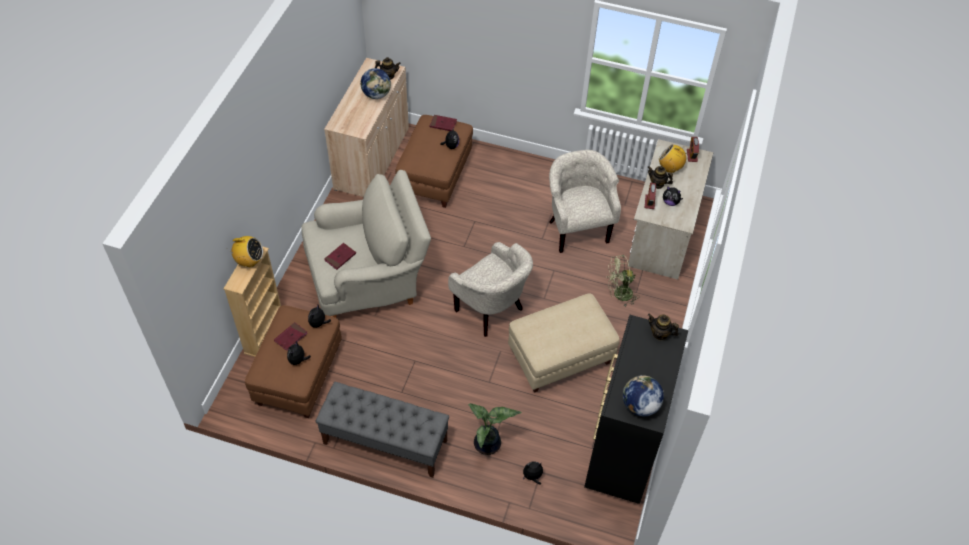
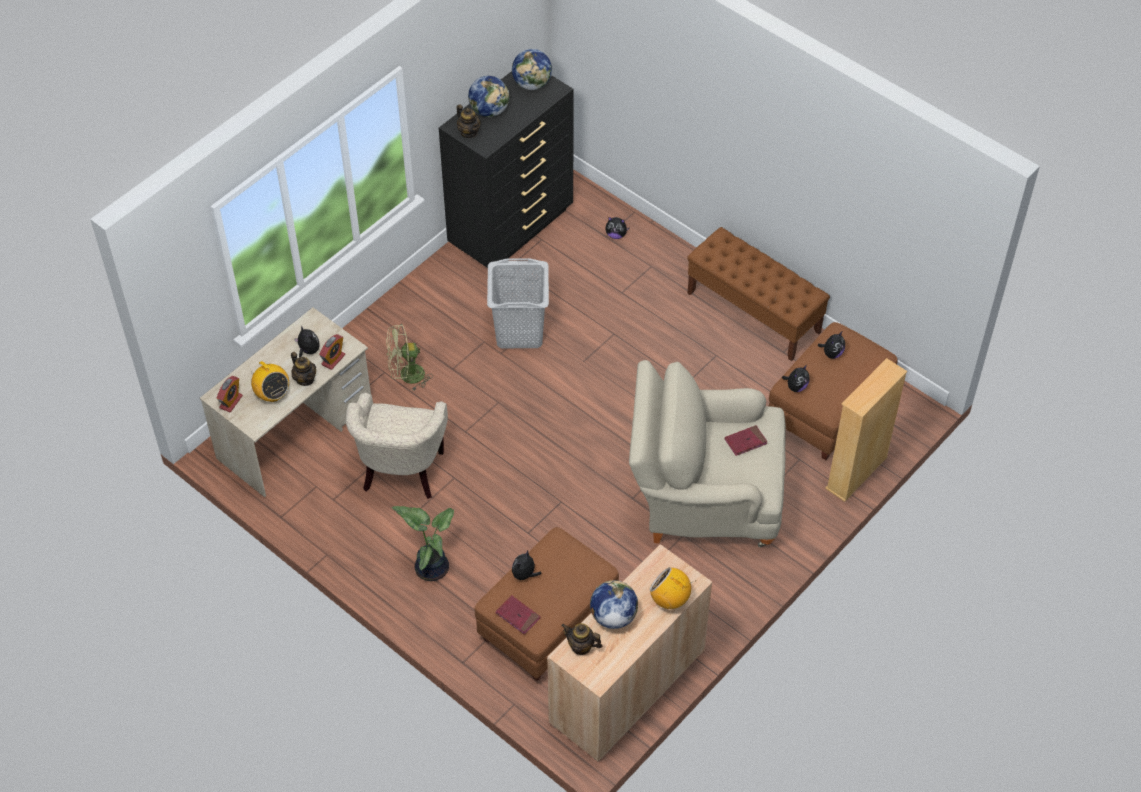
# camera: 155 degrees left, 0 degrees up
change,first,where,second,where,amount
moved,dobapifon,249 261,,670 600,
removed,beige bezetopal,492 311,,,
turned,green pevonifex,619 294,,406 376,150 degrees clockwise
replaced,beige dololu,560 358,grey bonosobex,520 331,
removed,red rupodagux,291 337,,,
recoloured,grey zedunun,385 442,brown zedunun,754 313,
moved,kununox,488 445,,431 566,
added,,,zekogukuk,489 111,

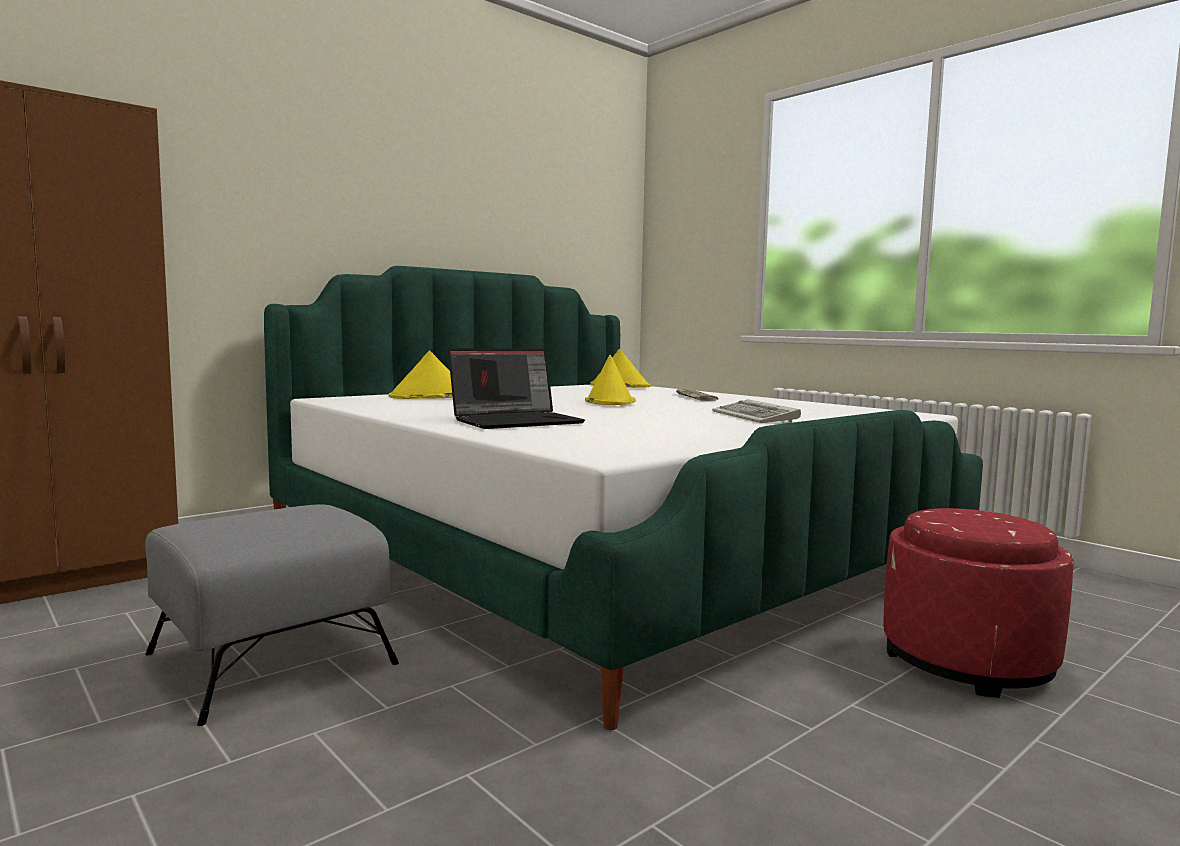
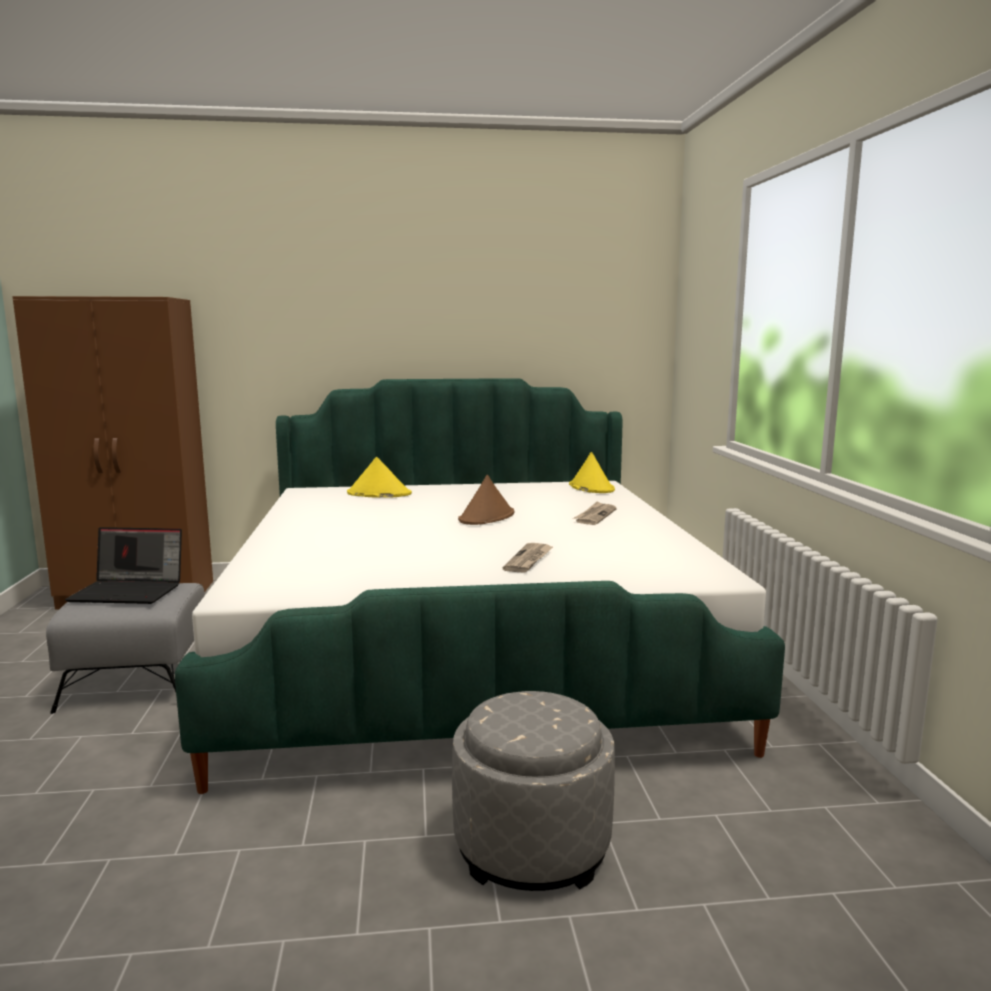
# camera: 35 degrees right, 5 degrees up
change,first,where,second,where,amount
moved,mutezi,517 421,,130 591,
recoloured,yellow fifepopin,609 402,brown fifepopin,487 517,
replaced,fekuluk,756 417,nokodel,529 560,
recoloured,red dololu,967 661,grey dololu,531 846,

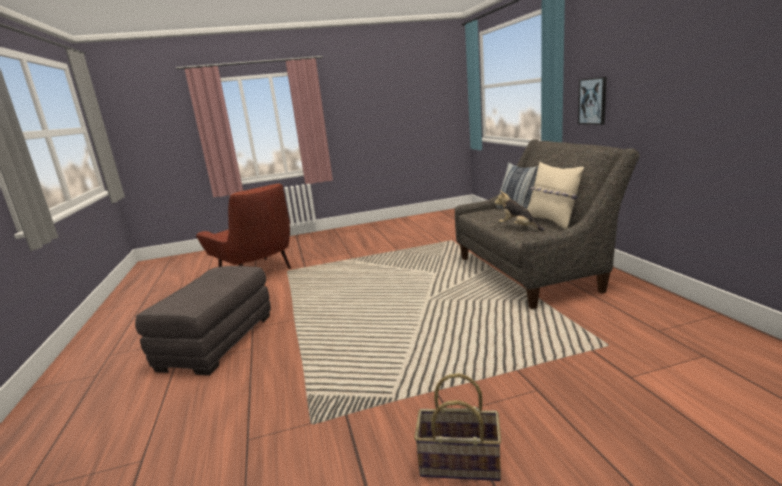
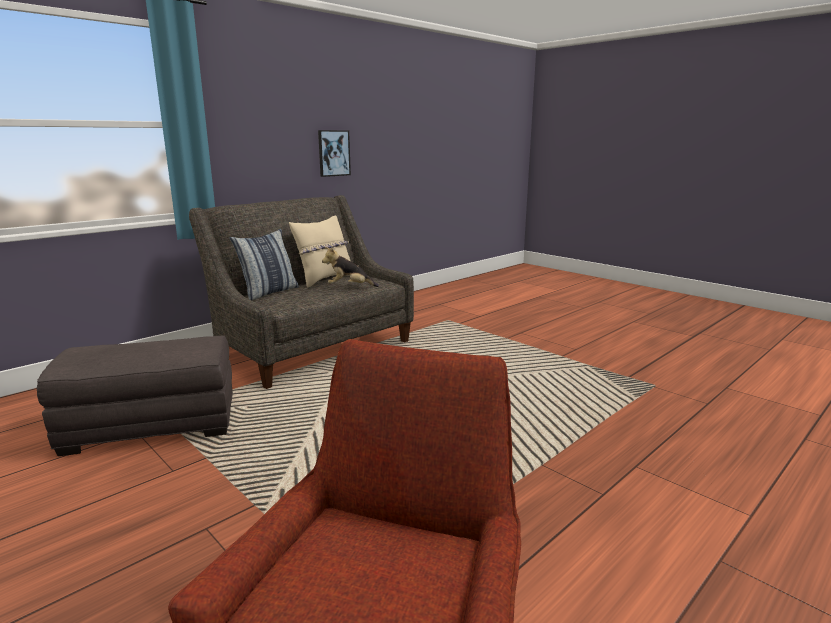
# camera: 120 degrees left, 0 degrees up
change,first,where,second,where,amount
moved,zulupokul,593 101,,333 153,
turned,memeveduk,518 228,,349 287,75 degrees clockwise
moved,grey dololu,218 342,,153 425,
removed,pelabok,459 463,,,

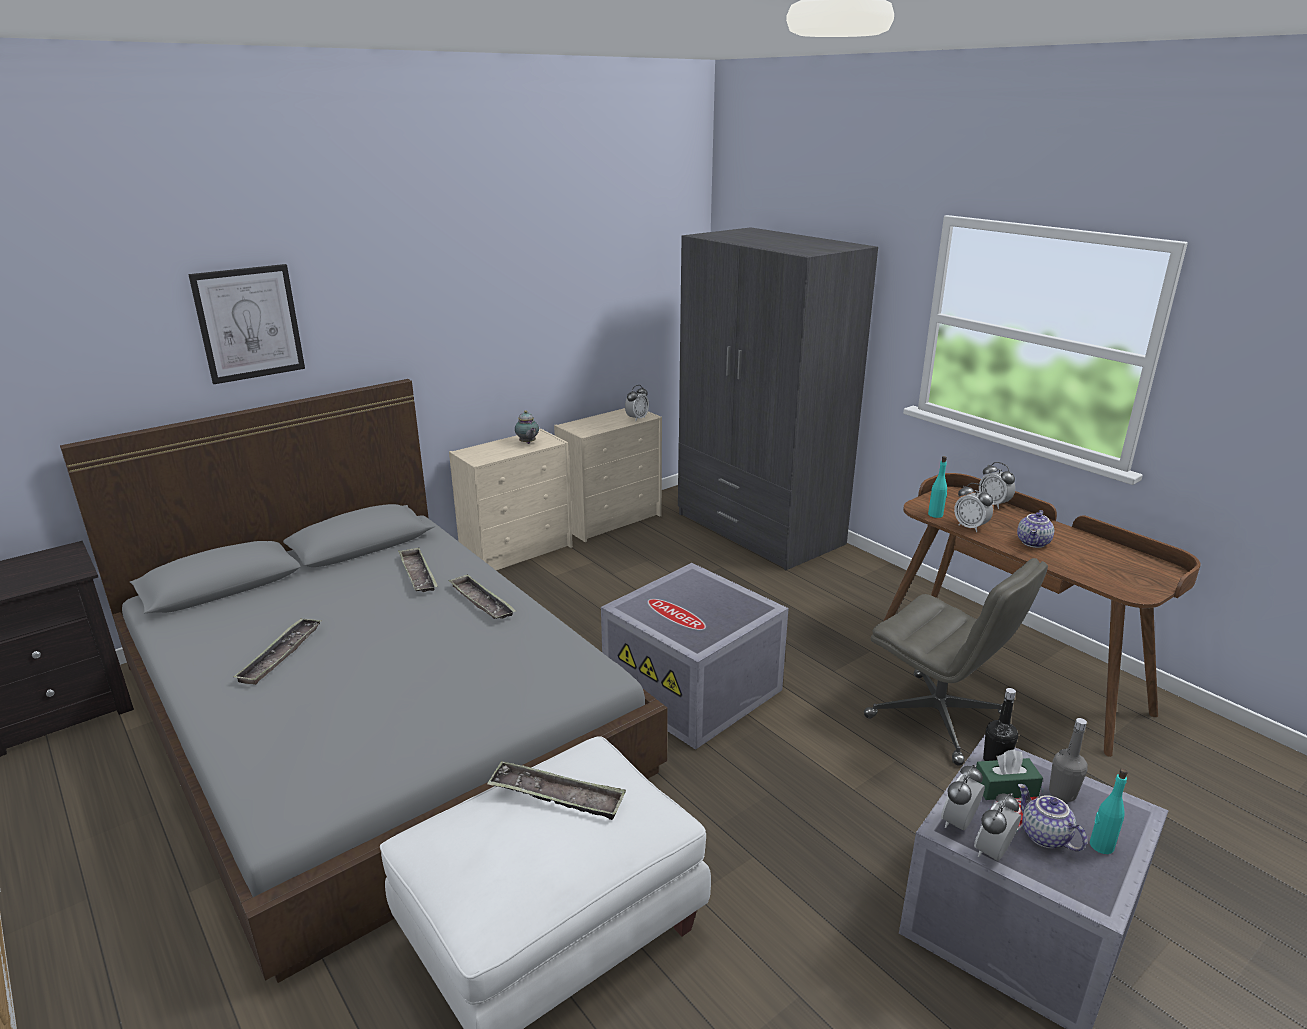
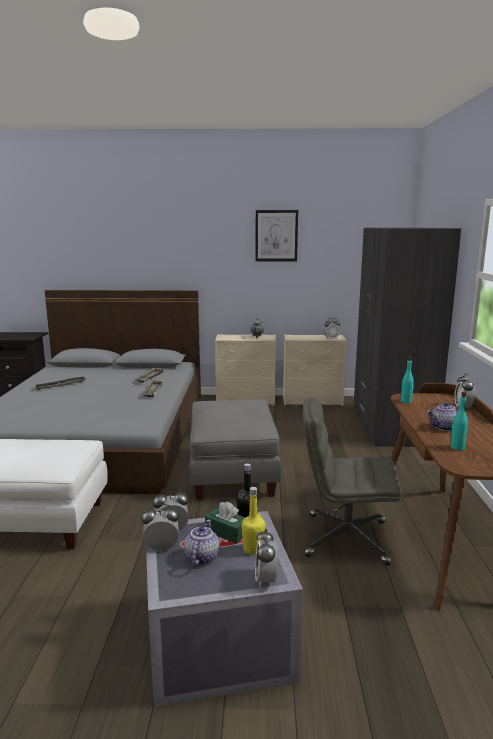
# camera: 40 degrees right, 10 degrees down
change,first,where,second,where,amount
moved,zulupokul,249 323,,276 236,
moved,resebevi,970 527,,265 580,
turned,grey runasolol,938 718,,345 538,105 degrees clockwise
replaced,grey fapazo,695 689,grey dololu,233 473,
recoloured,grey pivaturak,1062 793,yellow pivaturak,253 549,
removed,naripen,556 796,,,
moved,turquoise pivaturak,1101 845,,457 447,

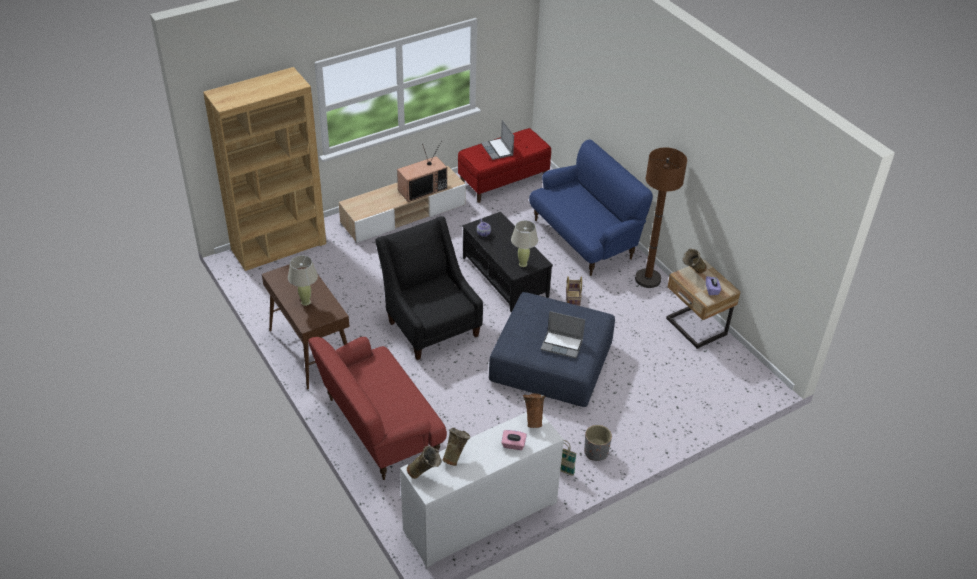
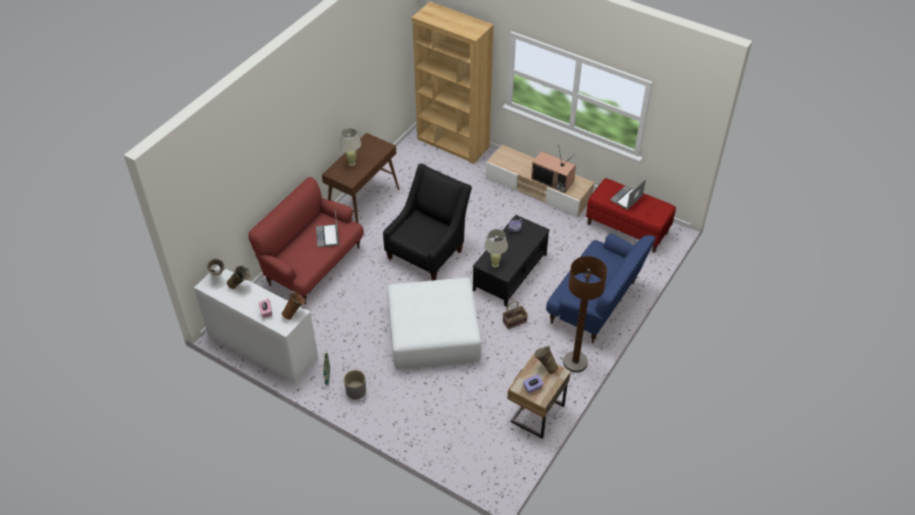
# camera: 65 degrees right, 5 degrees up
change,first,where,second,where,amount
recoloured,blue dololu,552 362,white dololu,434 333,
moved,mutezi,562 345,,328 236,

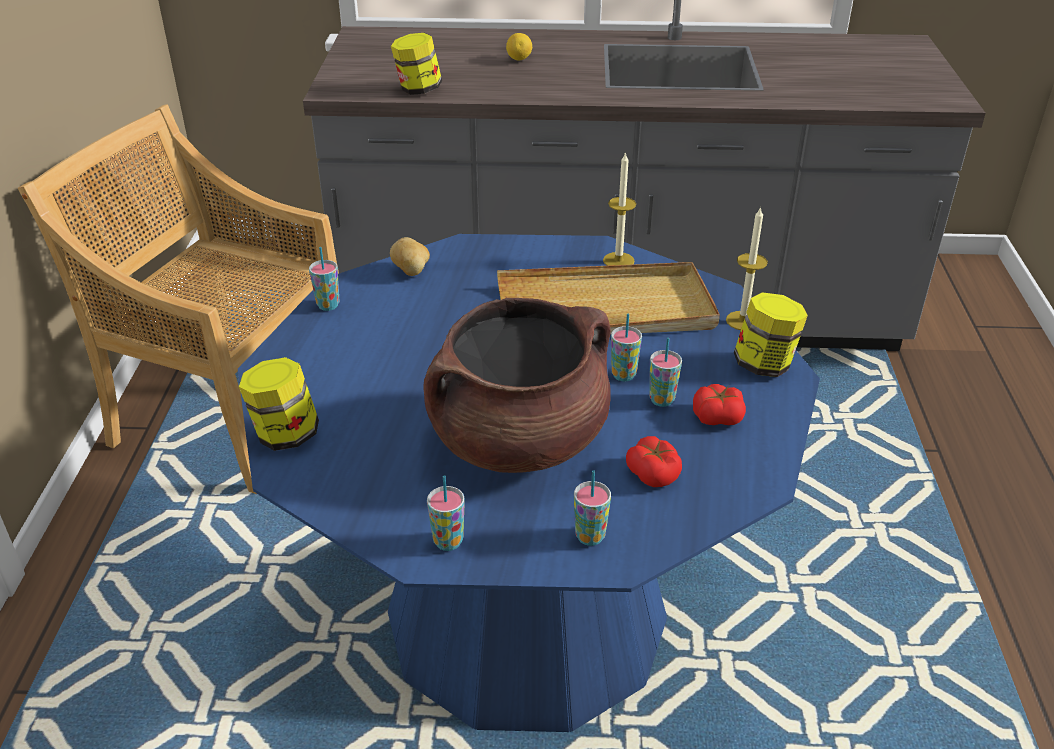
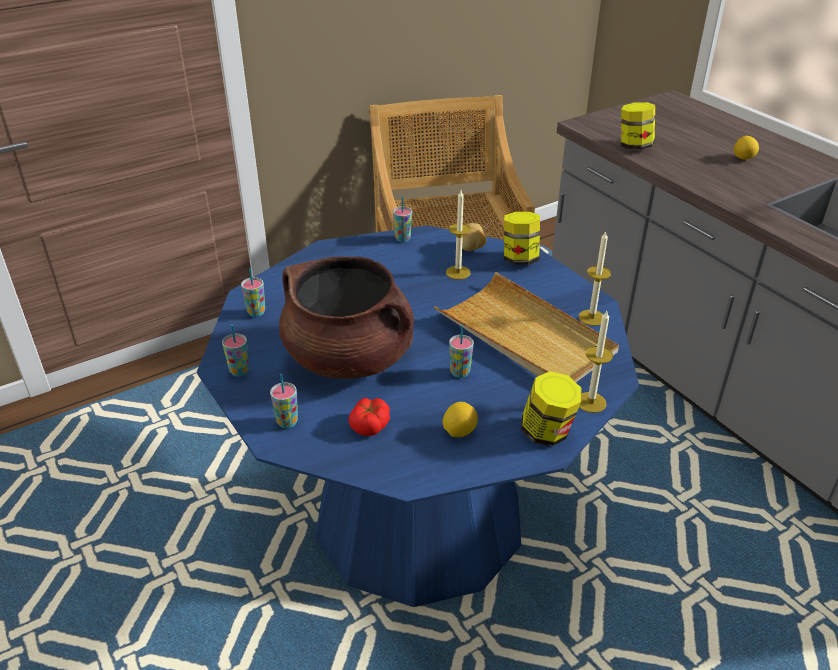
# camera: 55 degrees right, 0 degrees up
change,first,where,second,where,amount
moved,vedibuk,661 400,,256 313,
moved,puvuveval,285 435,,520 259,
replaced,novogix,717 417,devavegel,459 431,
added,,,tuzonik,458 272,

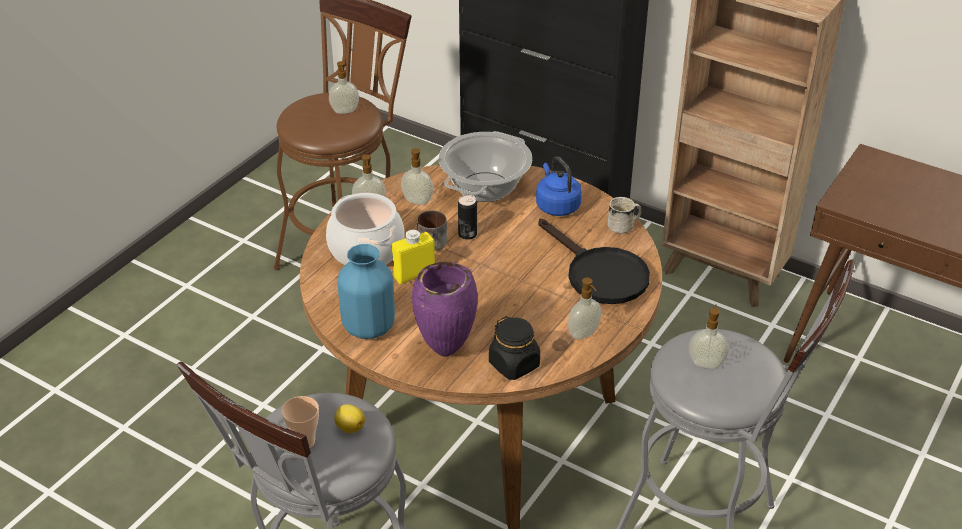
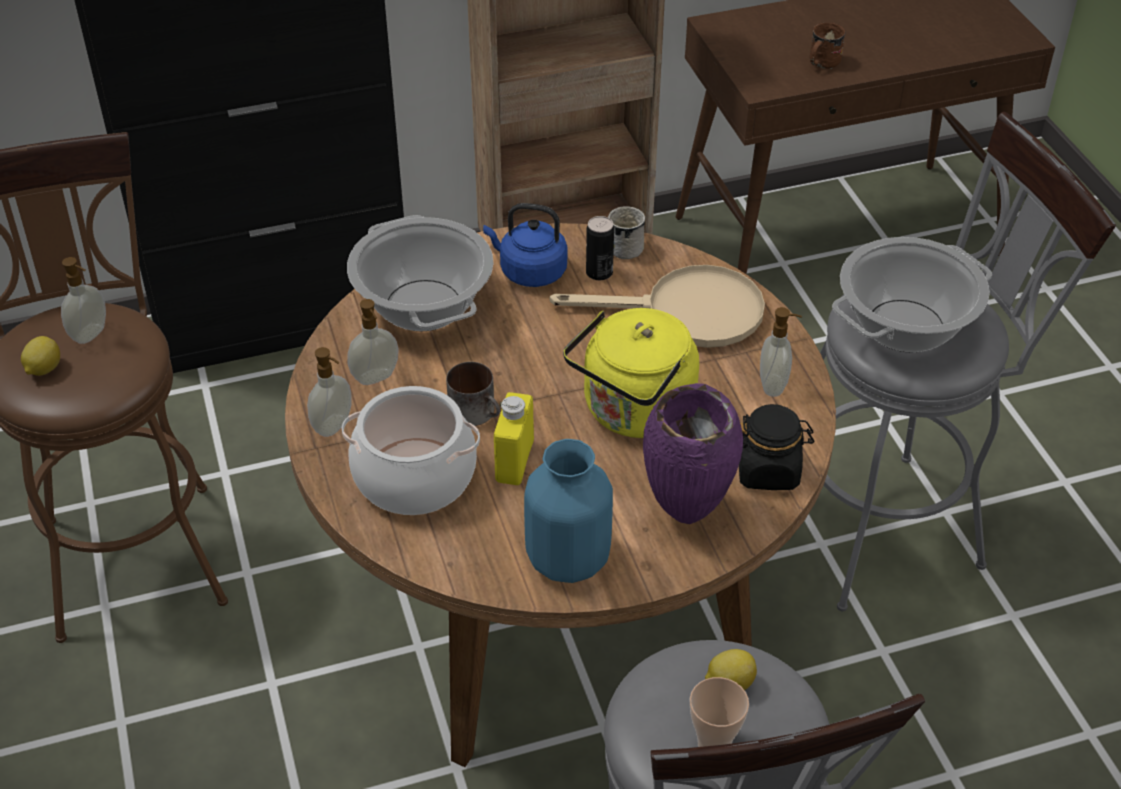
# camera: 50 degrees left, 5 degrees up
change,first,where,second,where,amount
moved,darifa,467 234,,599 273,
recoloured,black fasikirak,599 274,beige fasikirak,687 313,
replaced,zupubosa,706 363,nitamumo,905 327,
added,,,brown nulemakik,821 63,
added,,,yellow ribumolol,635 413,
added,,,devavegel,43 369,

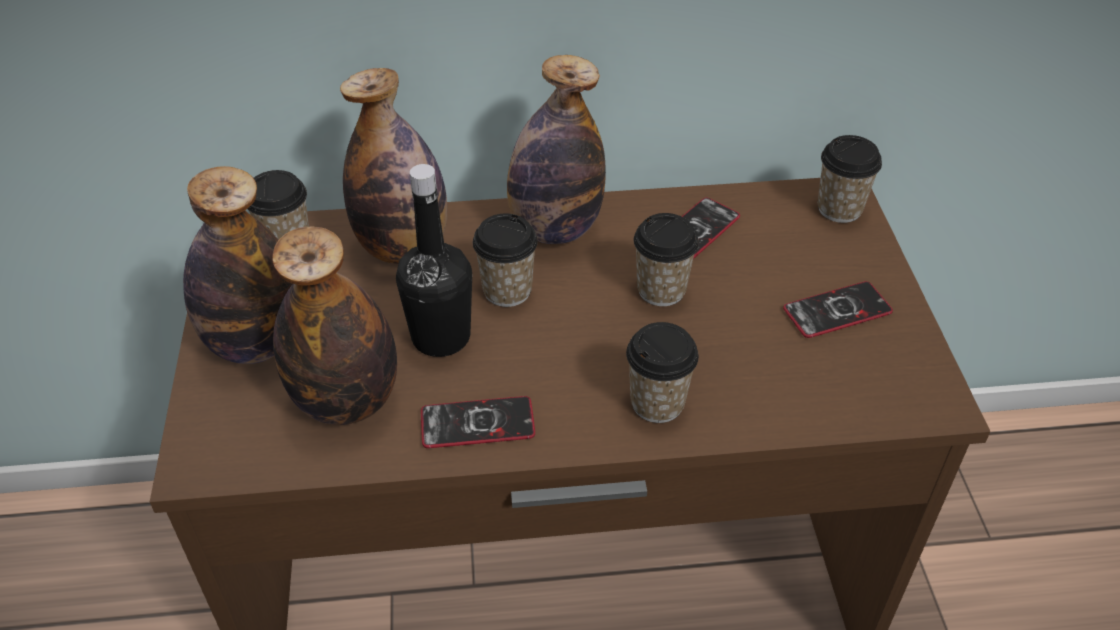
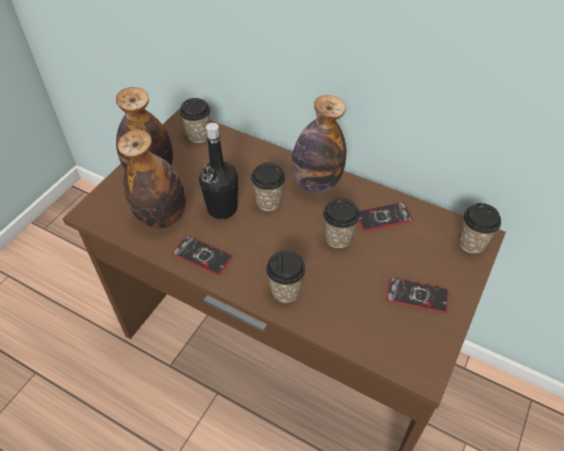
# camera: 35 degrees right, 5 degrees up
change,first,where,second,where,amount
removed,pivaturak,403 247,,,

